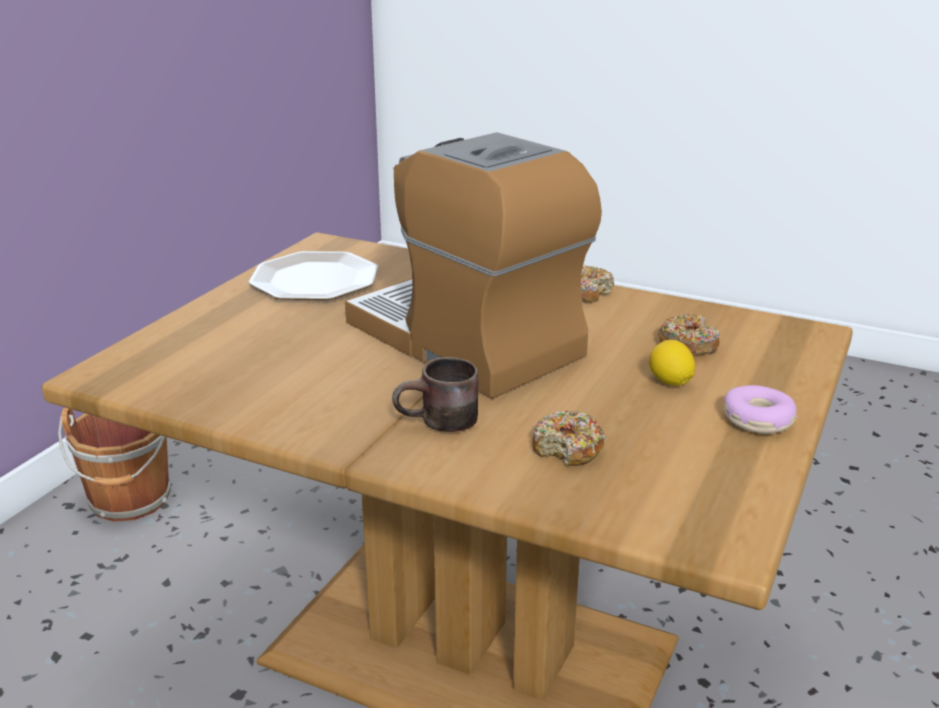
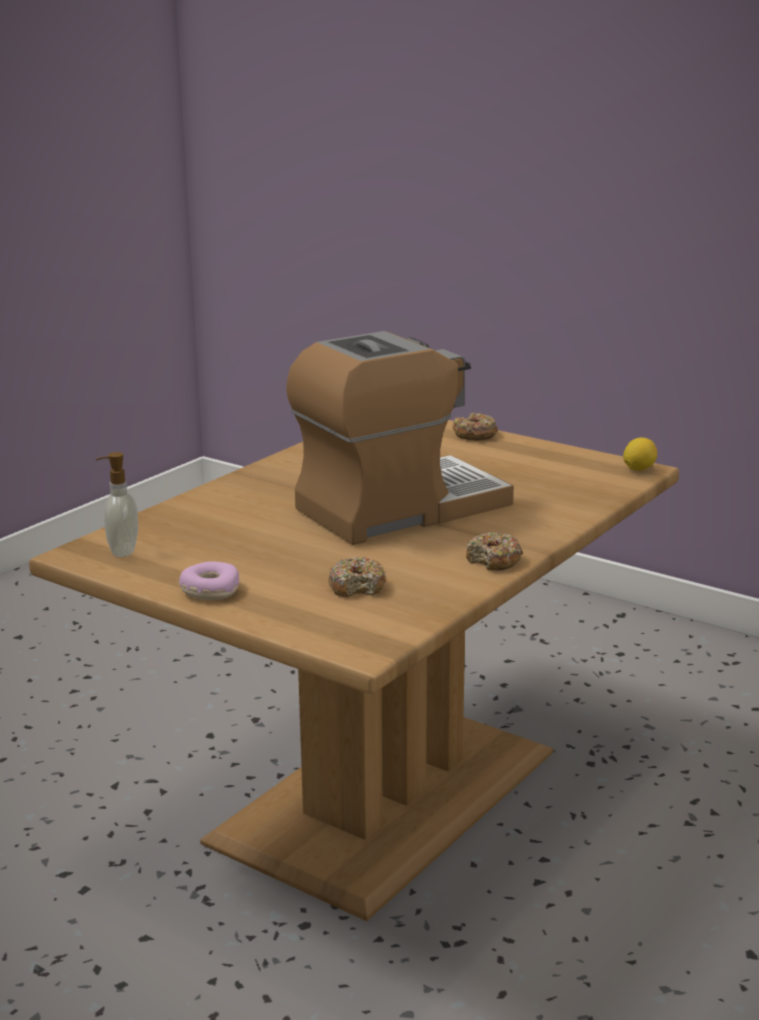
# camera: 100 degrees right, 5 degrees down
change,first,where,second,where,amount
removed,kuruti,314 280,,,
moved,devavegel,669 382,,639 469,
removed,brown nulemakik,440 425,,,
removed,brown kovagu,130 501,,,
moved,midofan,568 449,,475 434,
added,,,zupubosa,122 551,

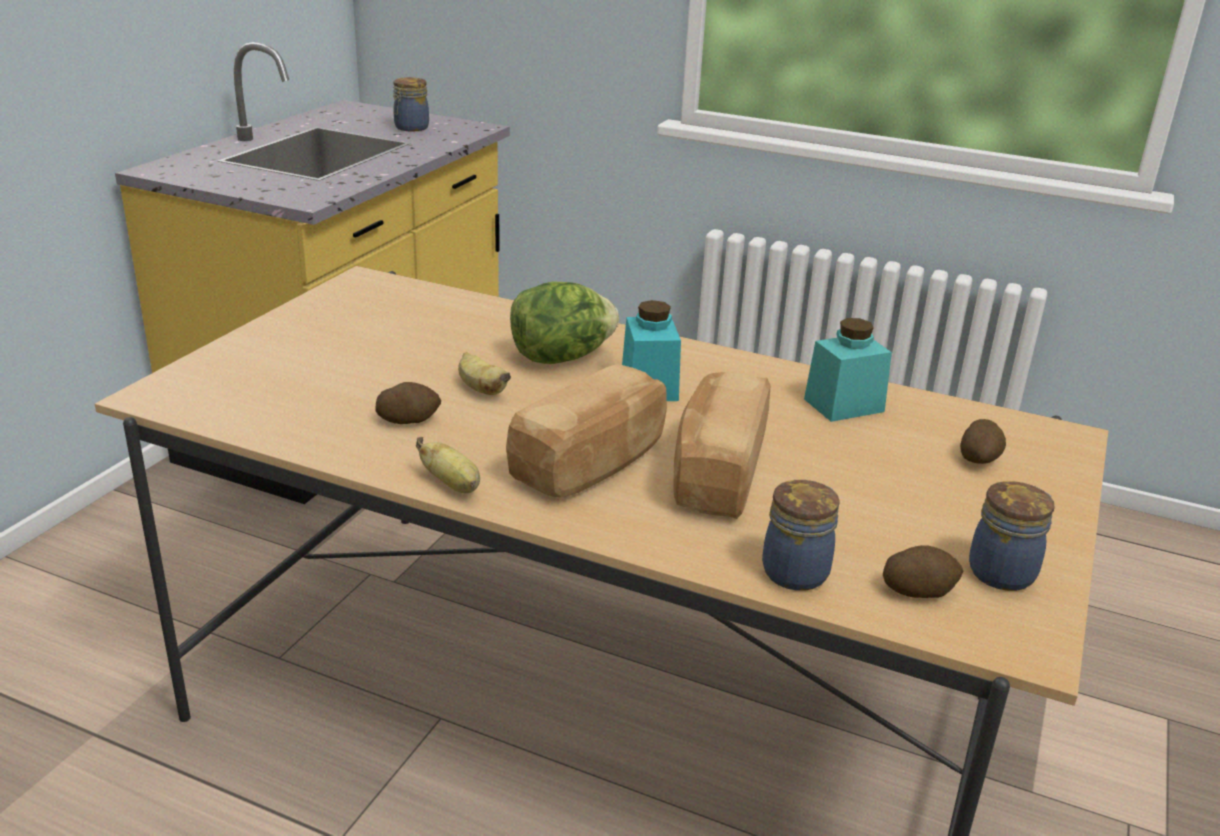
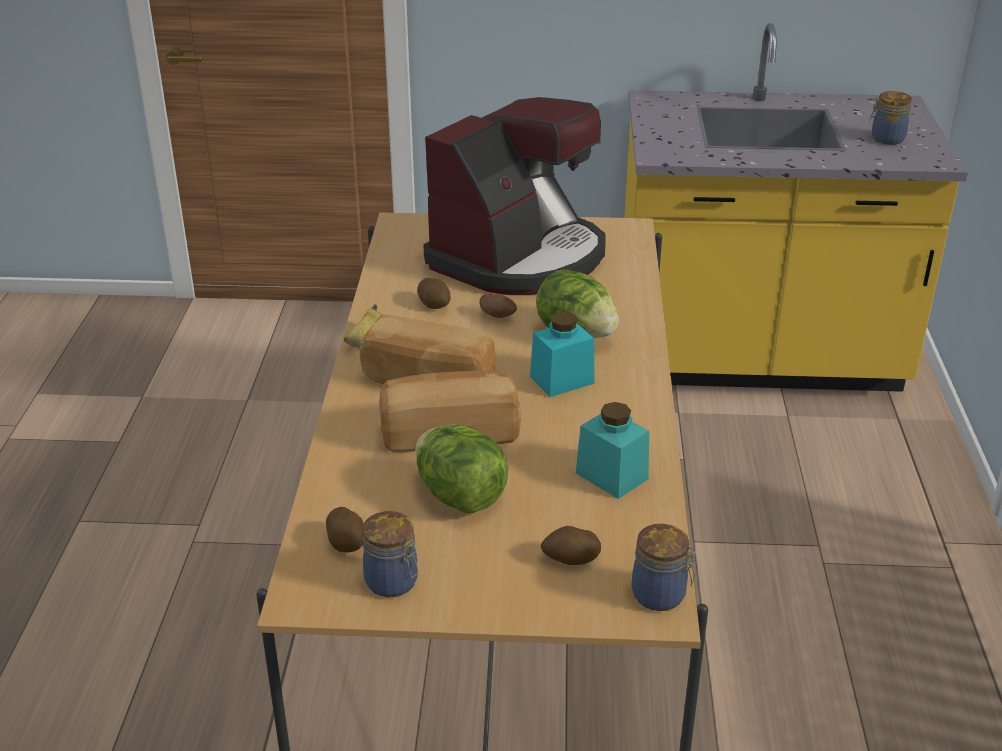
# camera: 70 degrees right, 5 degrees up
change,first,where,second,where,amount
replaced,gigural,480 389,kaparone,498 317,
moved,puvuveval,797 571,,661 595,
added,,,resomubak,520 257,
added,,,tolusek,460 496,

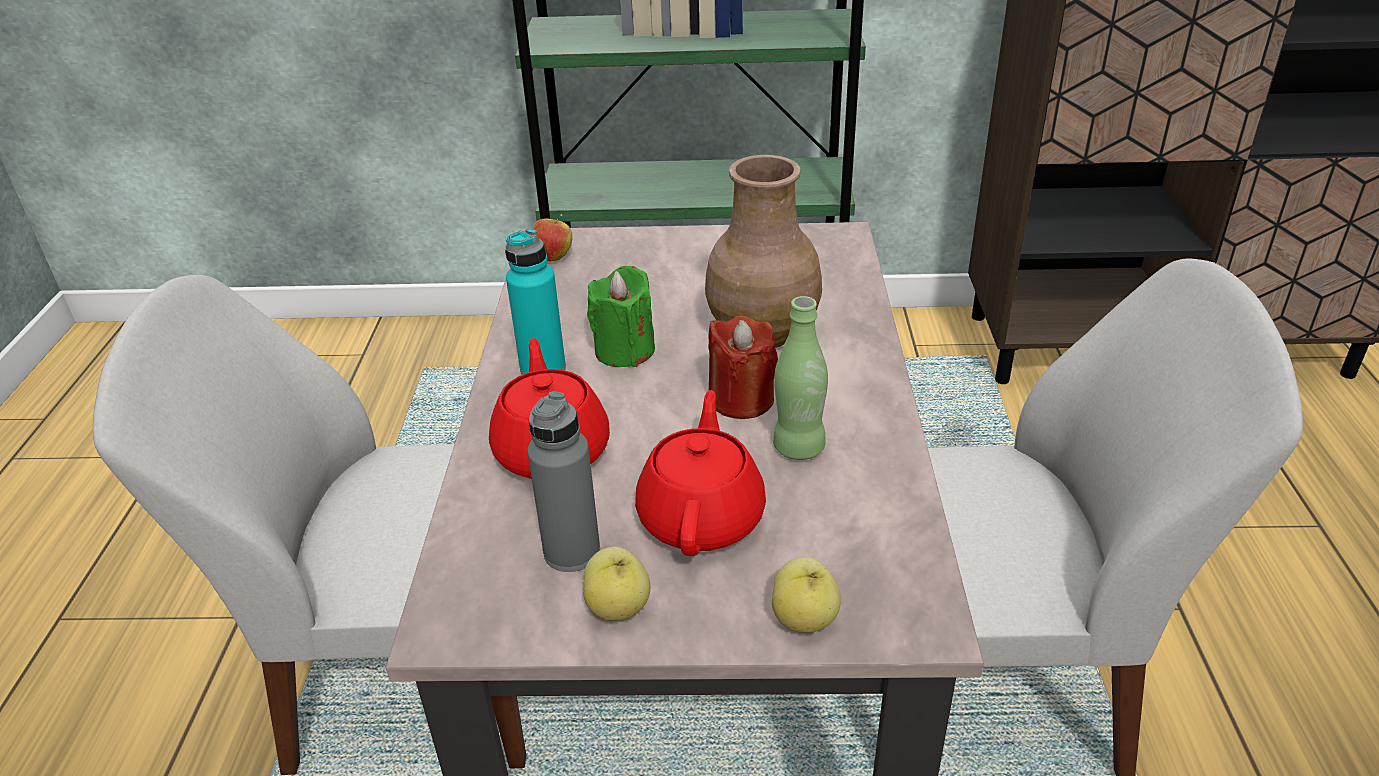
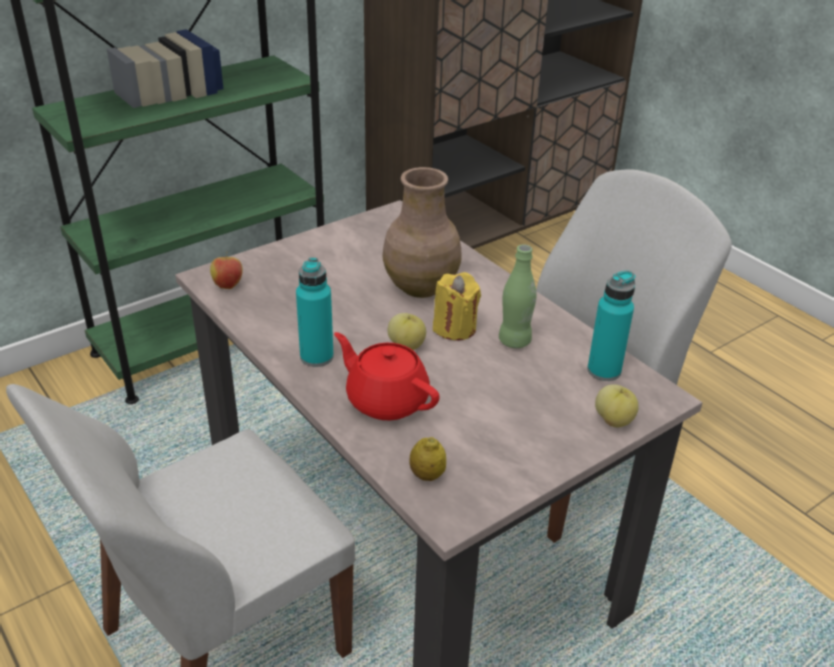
# camera: 40 degrees left, 0 degrees up
change,first,where,second,where,amount
removed,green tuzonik,624 350,,,
recoloured,red tuzonik,741 399,yellow tuzonik,454 328,
removed,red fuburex,702 516,,,
removed,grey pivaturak,572 552,,,
moved,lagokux,619 607,,407 346,
added,,,turquoise pivaturak,604 371,
added,,,devavegel,427 475,

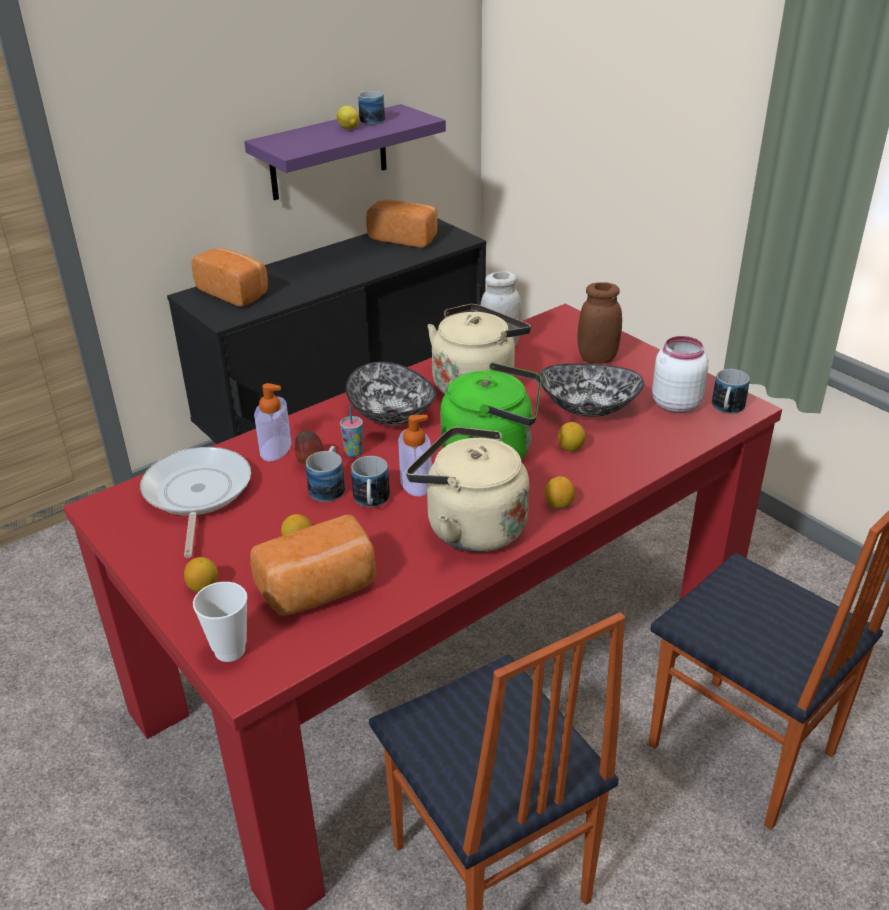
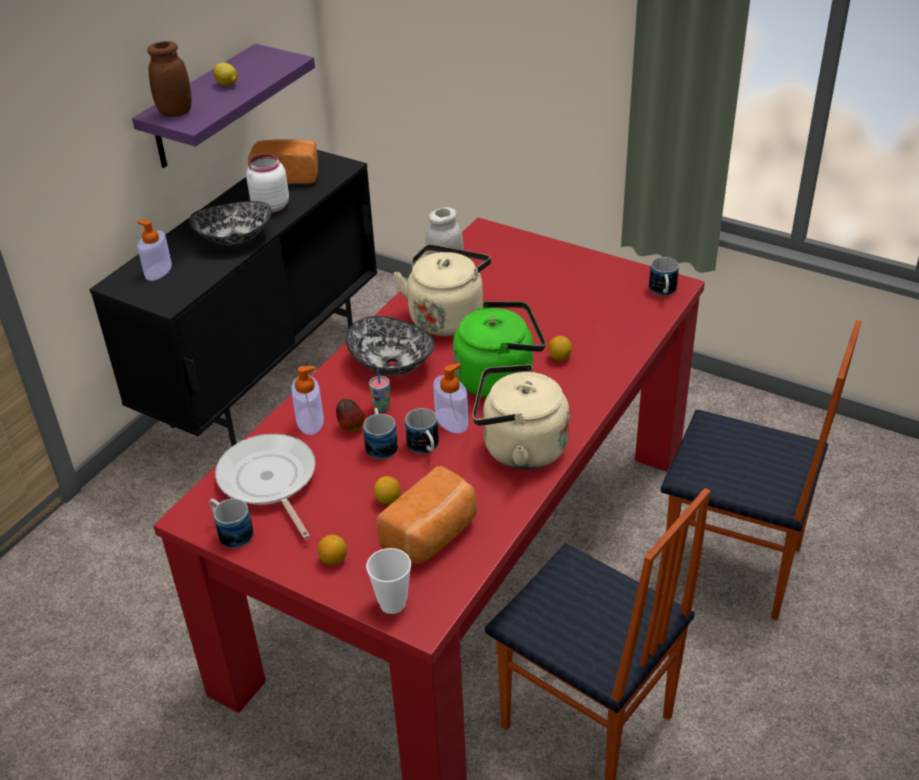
# camera: 20 degrees left, 5 degrees up
change,first,where,second,where,amount
moved,nulemakik,369 119,,230 532,
replaced,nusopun,235 292,zupubosa,158 271,
moved,brown puvuveval,597 358,,175 112,
moved,white puvuveval,674 404,,270 206,
moved,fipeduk,588 408,,234 238,
removed,devavegel,558 504,,,

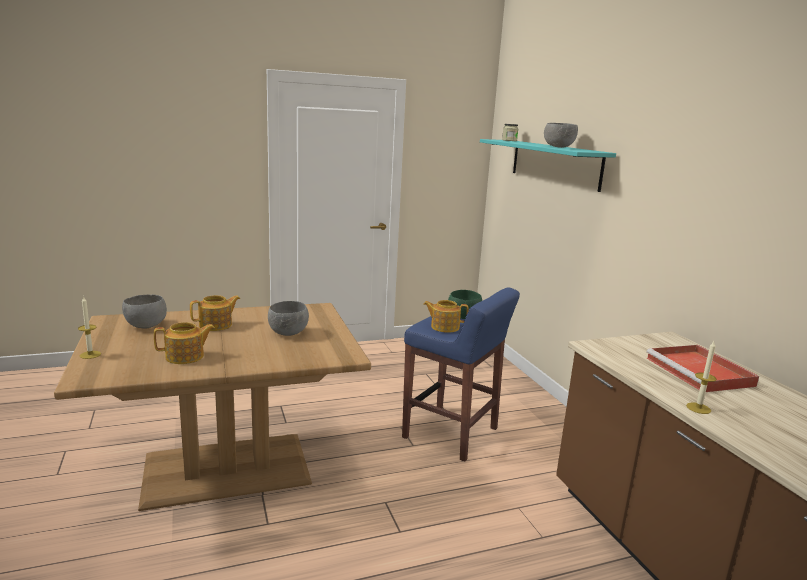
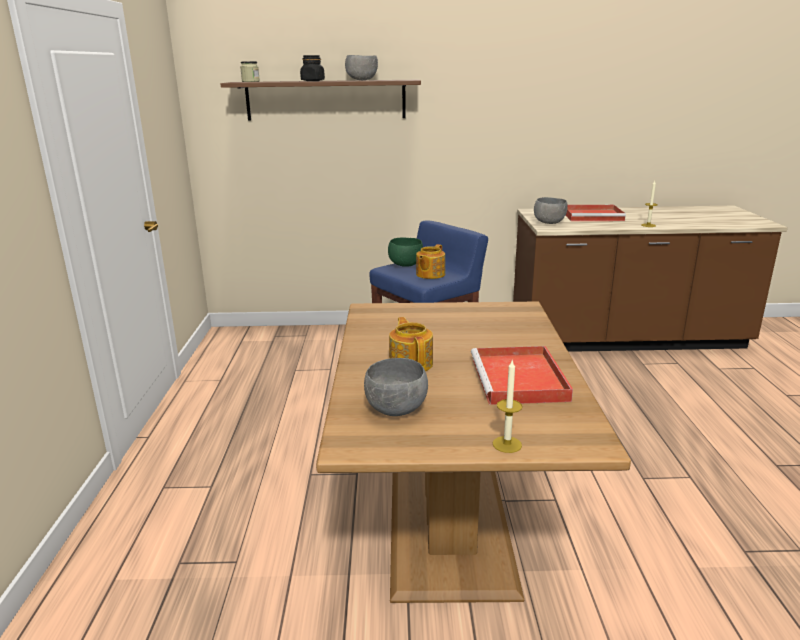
# camera: 70 degrees left, 5 degrees up
change,first,where,second,where,amount
recoloured,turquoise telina,554 163,brown telina,326 100,
moved,grey fipeduk,289 333,,549 223,
replaced,fuburex,186 357,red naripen,520 380,
added,,,black puvuveval,312 81,

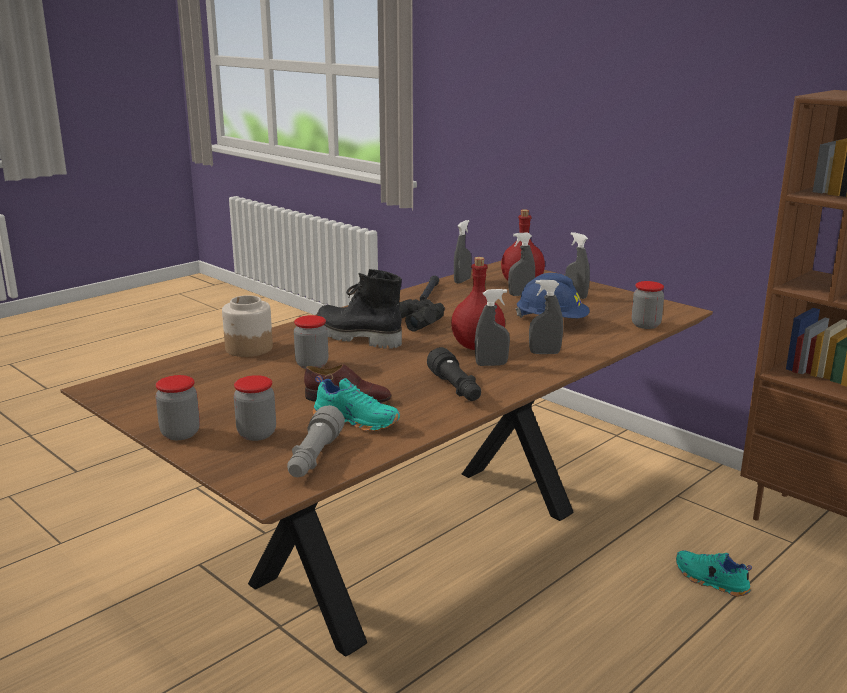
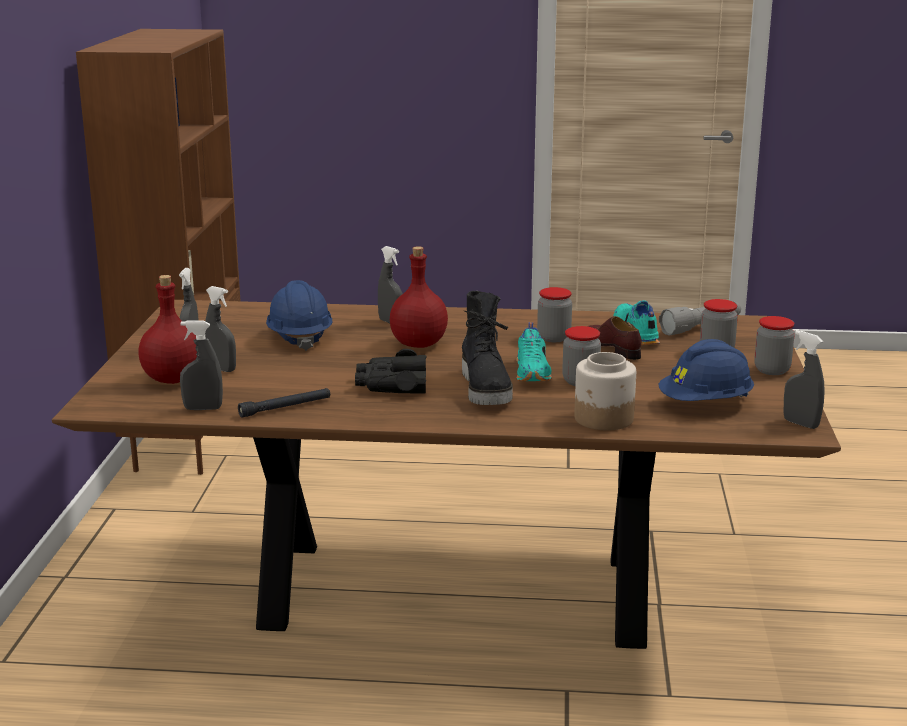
# camera: 130 degrees left, 0 degrees up
change,first,where,second,where,amount
moved,puvuveval,645 325,,554 338,
moved,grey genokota,491 364,,800 424,
removed,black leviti,455 389,,,
moved,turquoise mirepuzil,710 581,,533 373,
added,,,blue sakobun,705 404,

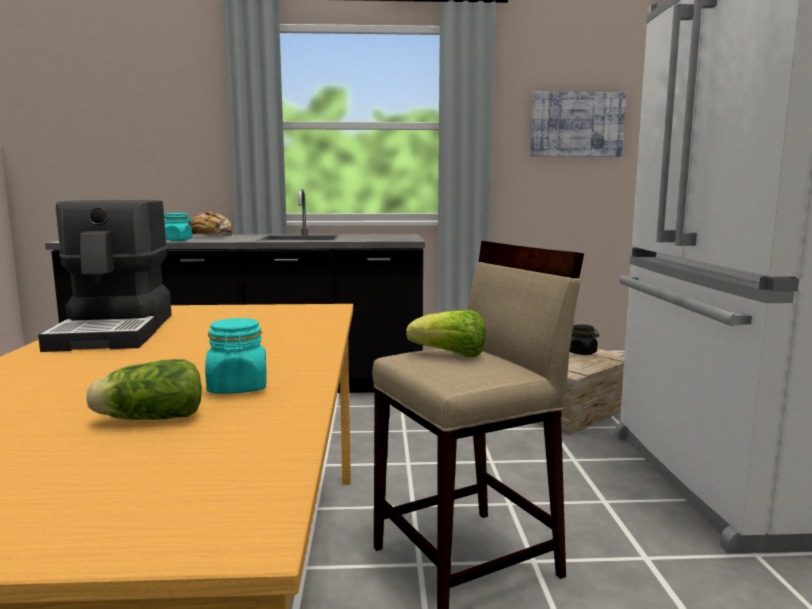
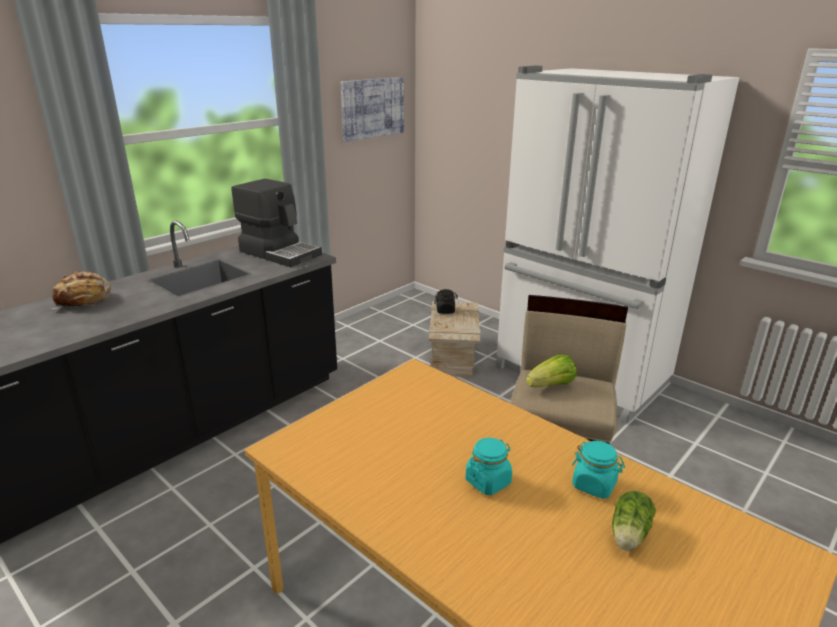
# camera: 45 degrees left, 15 degrees up
change,first,where,second,where,amount
moved,resomubak,116 331,,280 252,
moved,turquoise puvuveval,178 240,,488 481,

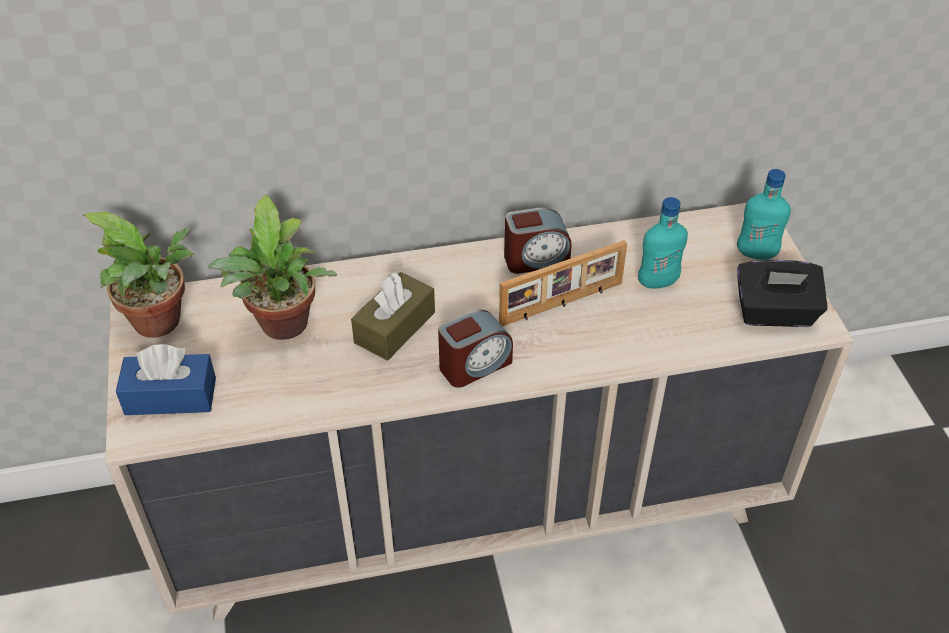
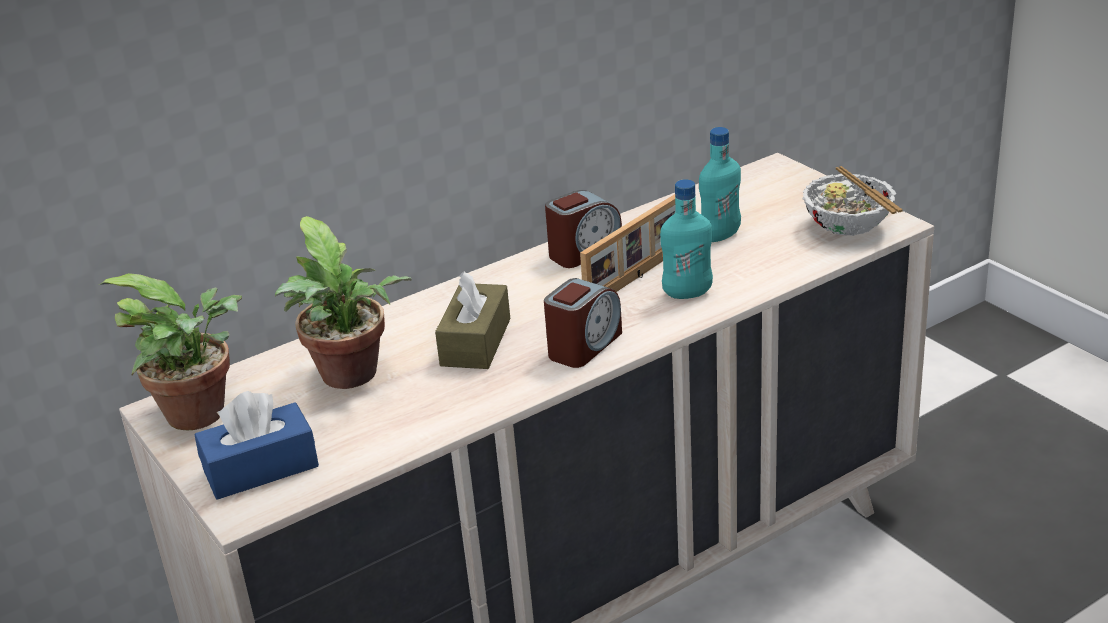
# camera: 20 degrees left, 15 degrees down
change,first,where,second,where,amount
moved,turquoise pivaturak,756 254,,687 293,
replaced,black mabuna,774 313,fipeduk,848 227,

